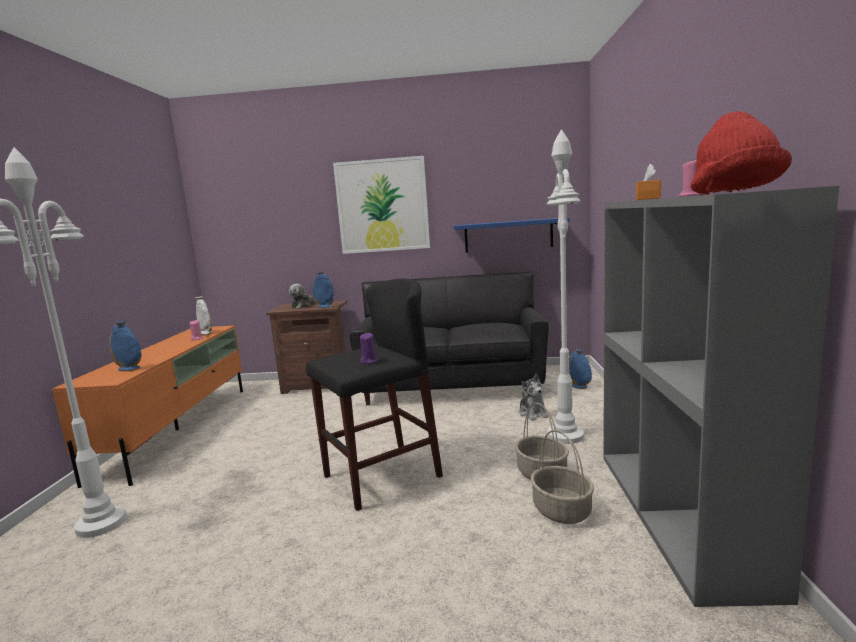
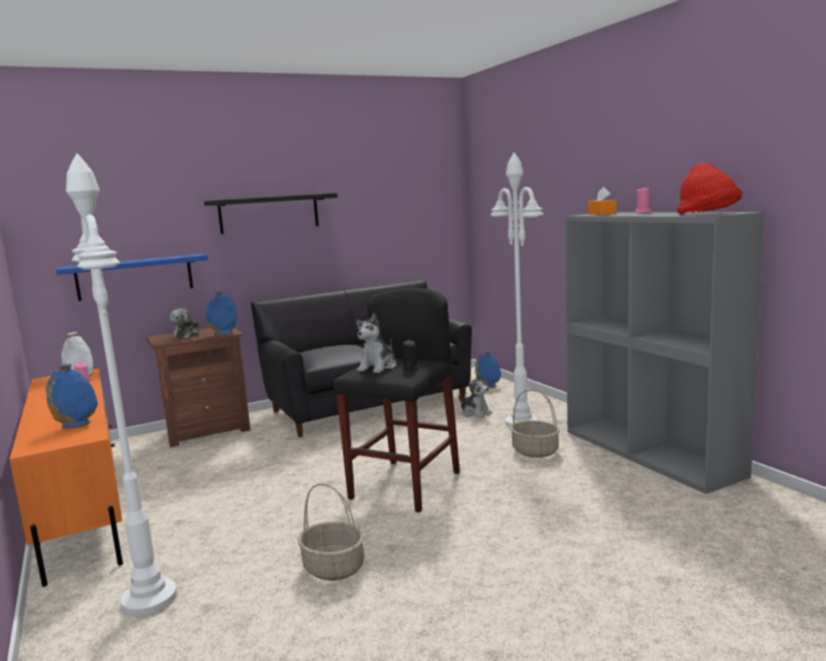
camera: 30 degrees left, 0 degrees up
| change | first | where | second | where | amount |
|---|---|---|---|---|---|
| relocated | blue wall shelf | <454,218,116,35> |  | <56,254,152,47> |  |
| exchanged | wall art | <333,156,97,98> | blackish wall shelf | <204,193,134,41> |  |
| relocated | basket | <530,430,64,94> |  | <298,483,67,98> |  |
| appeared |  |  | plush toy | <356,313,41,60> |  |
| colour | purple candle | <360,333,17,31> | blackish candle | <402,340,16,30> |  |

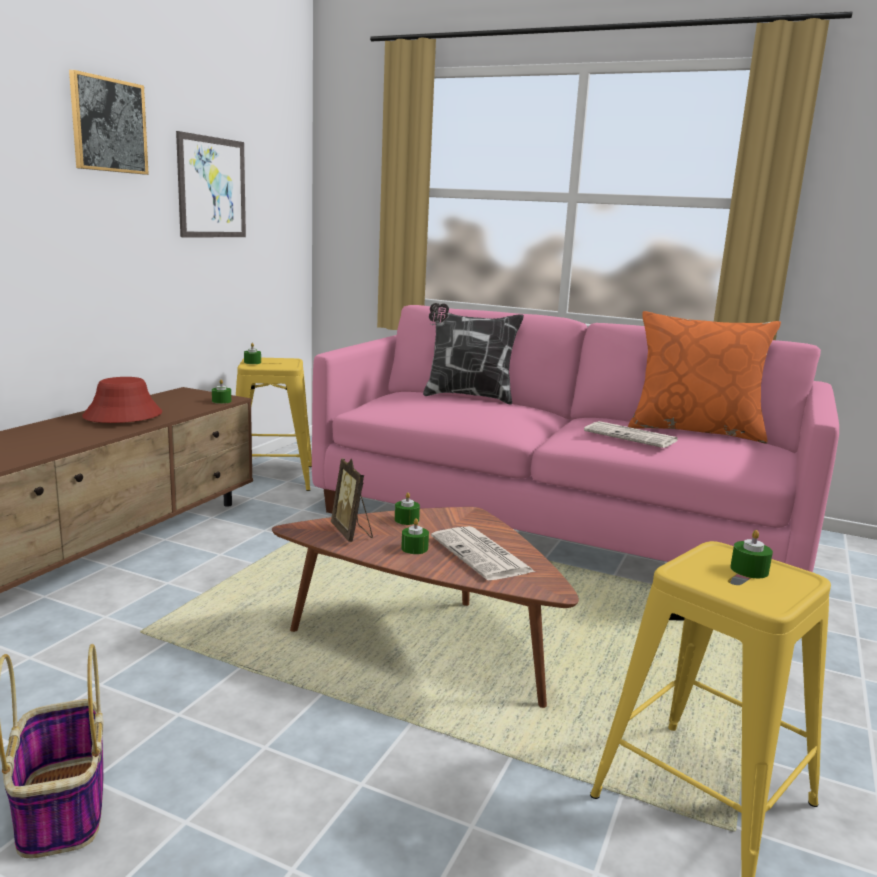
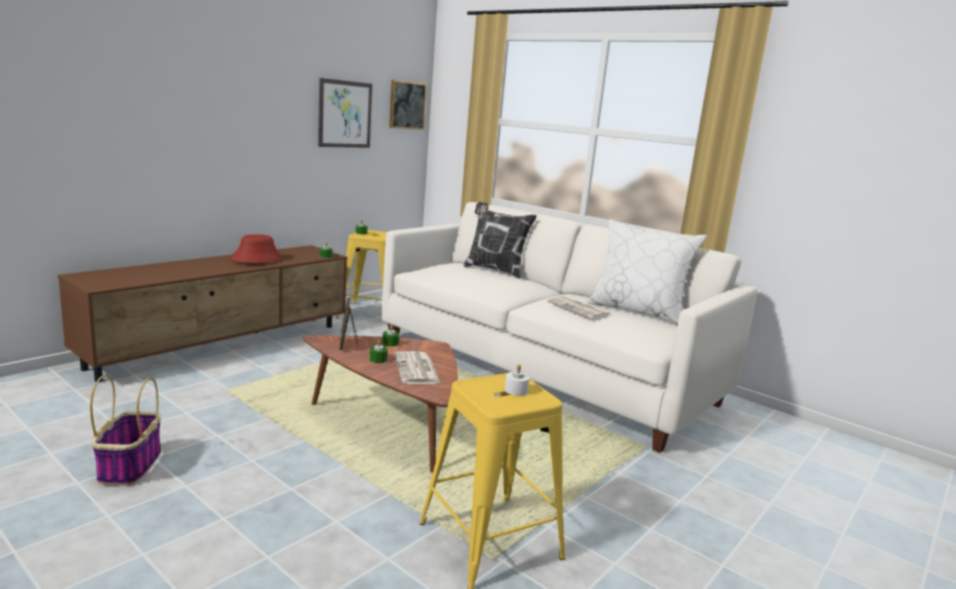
camera: 15 degrees right, 0 degrees up
| change | first | where | second | where | amount |
|---|---|---|---|---|---|
| colour | pink-coloured couch | <312,305,527,274> | white couch | <381,202,376,251> |  |
| relocated | wall art | <69,70,80,105> |  | <389,80,38,50> |  |
| colour | greenish candle | <730,530,43,48> | white candle | <505,364,25,32> |  |
| colour | orangey pillow | <628,311,153,132> | white pillow | <587,219,120,105> |  |

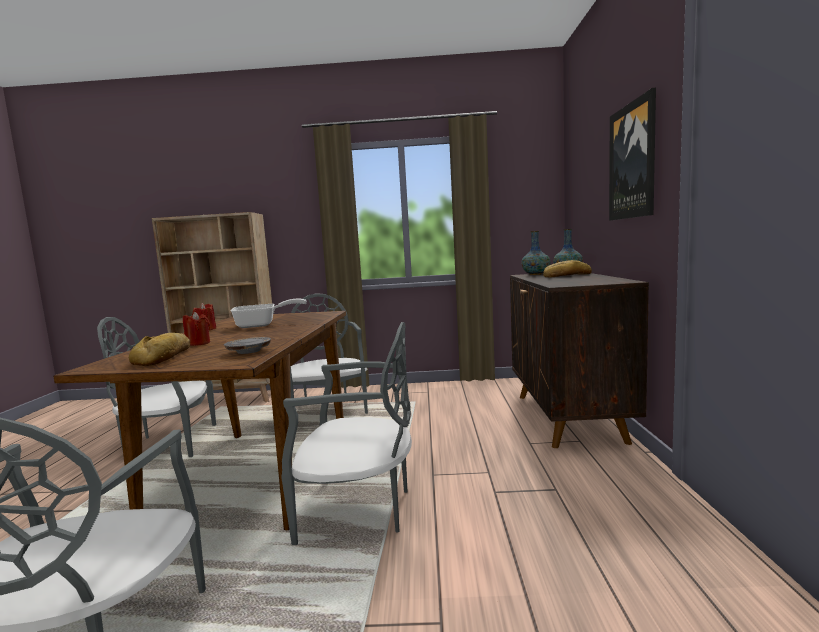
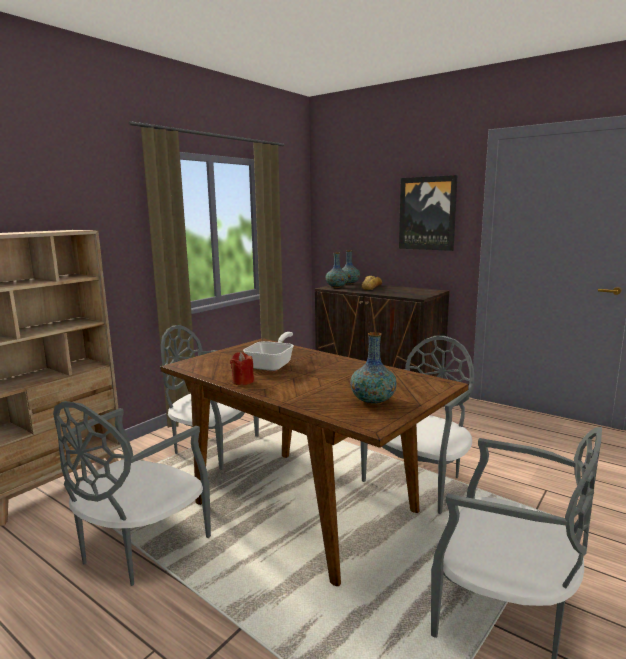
camera: 55 degrees left, 5 degrees up
| change | first | where | second | where | amount |
|---|---|---|---|---|---|
| exchanged | baked bread | <129,333,61,33> | flower vase | <350,332,46,73> |  |
| missing | reddish candle | <183,312,27,34> |  |  |  |
| missing | grey dinner plate | <224,337,47,17> |  |  |  |

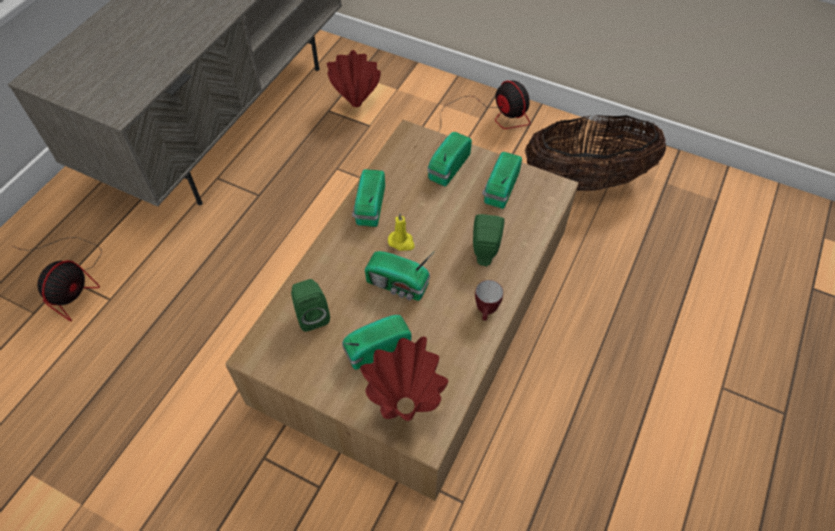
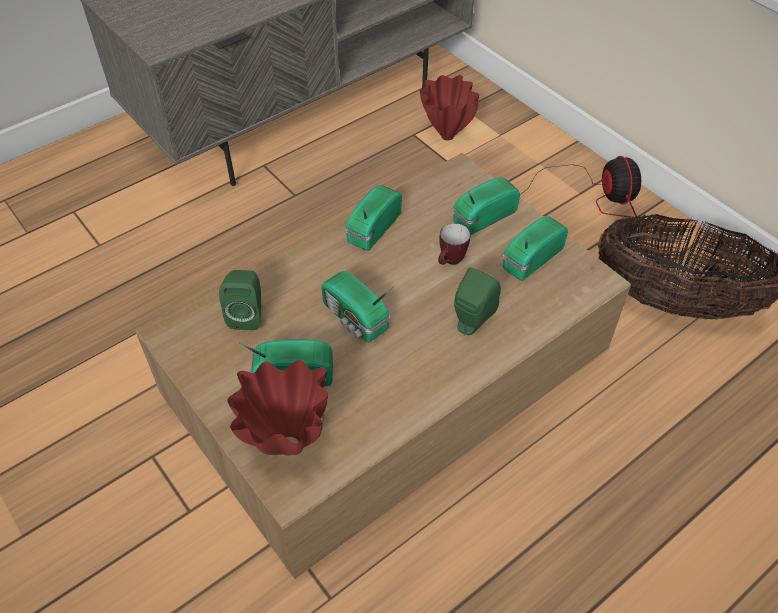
camera: 25 degrees right, 5 degrees down
| change | first | where | second | where | amount |
|---|---|---|---|---|---|
| relocated | tea mug | <475,280,28,41> |  | <438,223,32,42> |  |
| missing | electric fan | <13,237,89,84> |  |  |  |
| missing | yellow candle | <388,213,27,38> |  |  |  |

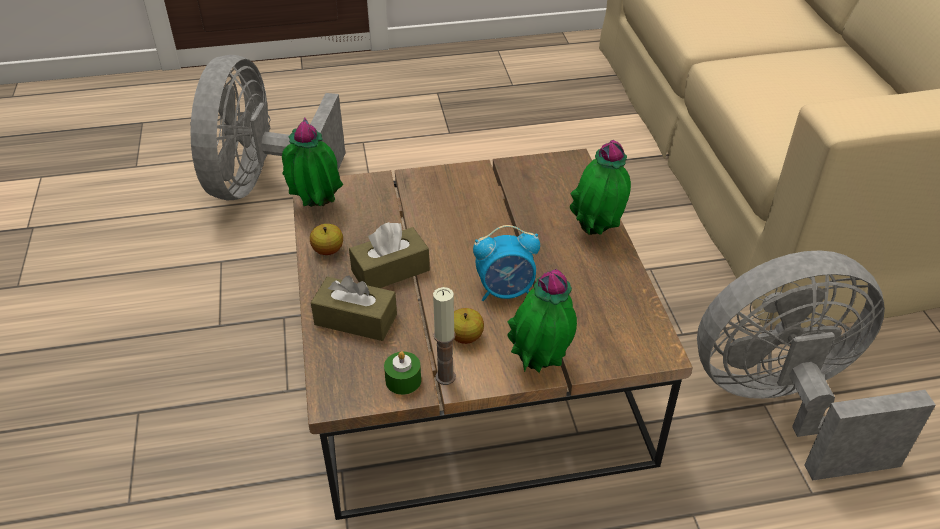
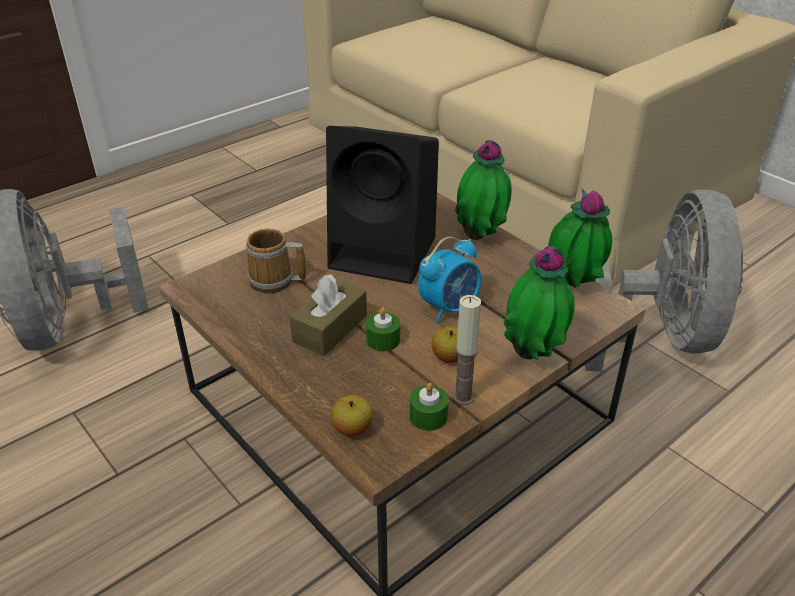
camera: 30 degrees left, 5 degrees down
| change | first | where | second | where | amount |
|---|---|---|---|---|---|
| appeared |  |  | tea mug | <246,228,60,65> |  |
| appeared |  |  | blackish loudspeaker | <326,126,113,158> |  |
| relocated | whole apple | <310,224,33,31> |  | <331,395,42,41> |  |
| appeared |  |  | greenish candle | <366,307,34,44> |  |
| relocated | houseplant | <282,117,61,90> |  | <549,189,63,99> |  |
| spun | grey electric fan | <697,250,239,231> |  | <585,189,158,183> | 135 degrees clockwise |
| missing | brownish tissue holder | <311,275,86,66> |  |  |  |

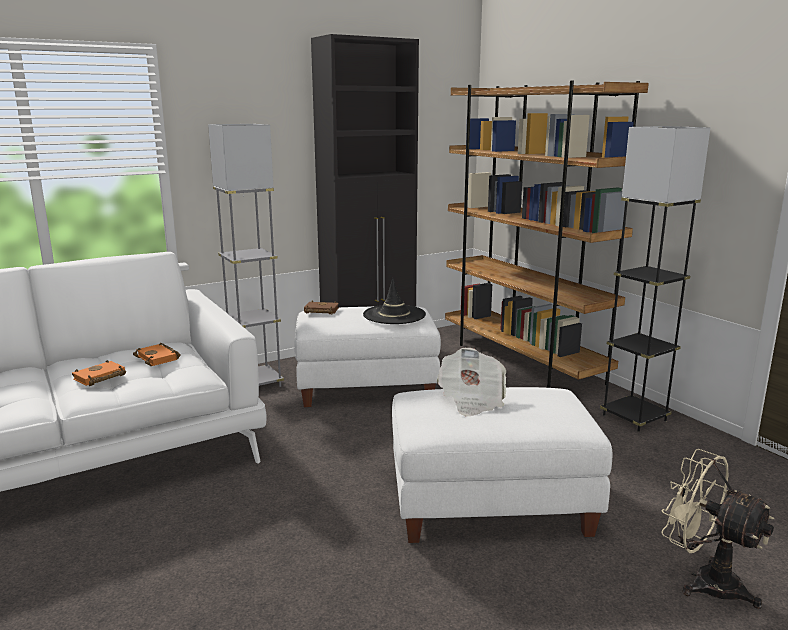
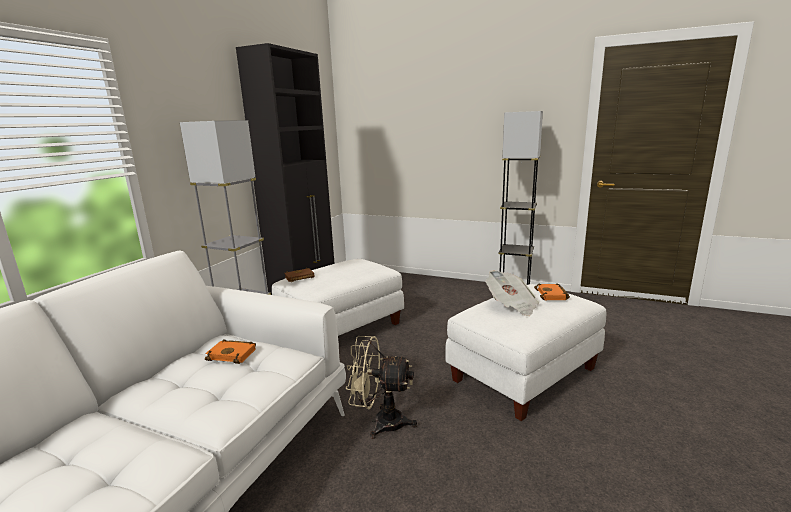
camera: 35 degrees left, 0 degrees up
| change | first | where | second | where | amount |
|---|---|---|---|---|---|
| relocated | sand-coloured electric fan | <661,449,113,160> |  | <346,336,71,103> |  |
| relocated | orangey volume | <72,360,54,26> |  | <534,283,36,17> |  |
| missing | blackish clothing hat | <363,278,63,46> |  |  |  |
| missing | brownish bookcase | <445,81,204,307> |  |  |  |

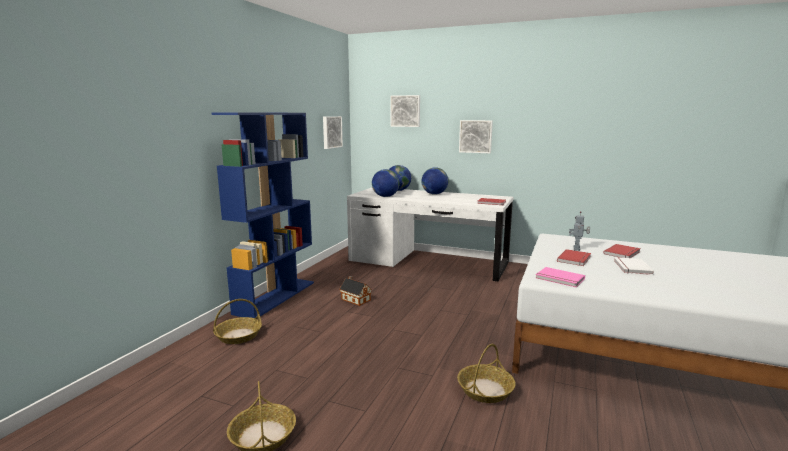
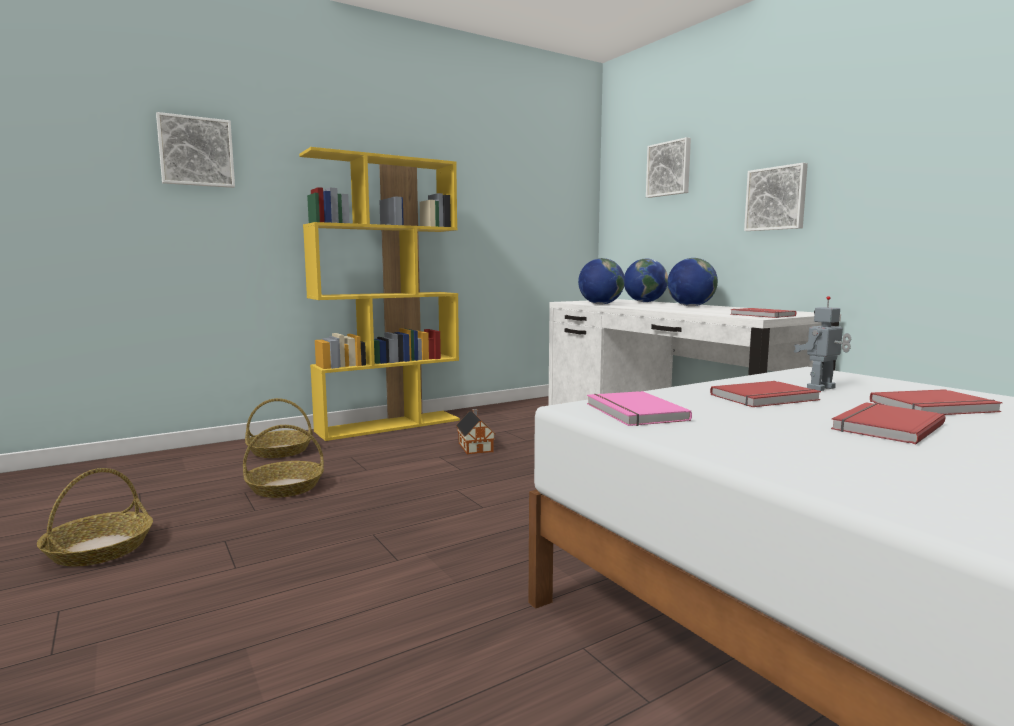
camera: 35 degrees right, 5 degrees down
| change | first | where | second | where | amount |
|---|---|---|---|---|---|
| relocated | wall art | <323,116,20,33> |  | <156,112,79,76> |  |
| relocated | basket | <457,344,59,59> |  | <243,425,81,73> |  |
| colour | blue bookcase | <212,113,102,205> | yellow bookcase | <299,147,161,294> |  |
| colour | white volume | <614,257,40,18> | reddish volume | <831,402,114,42> |  |

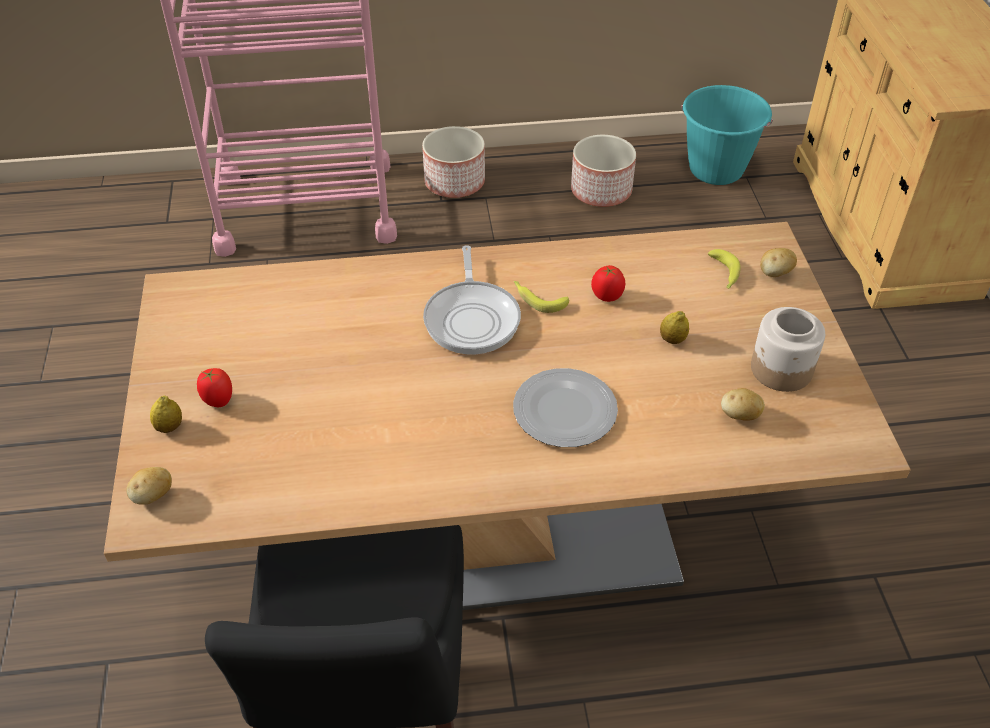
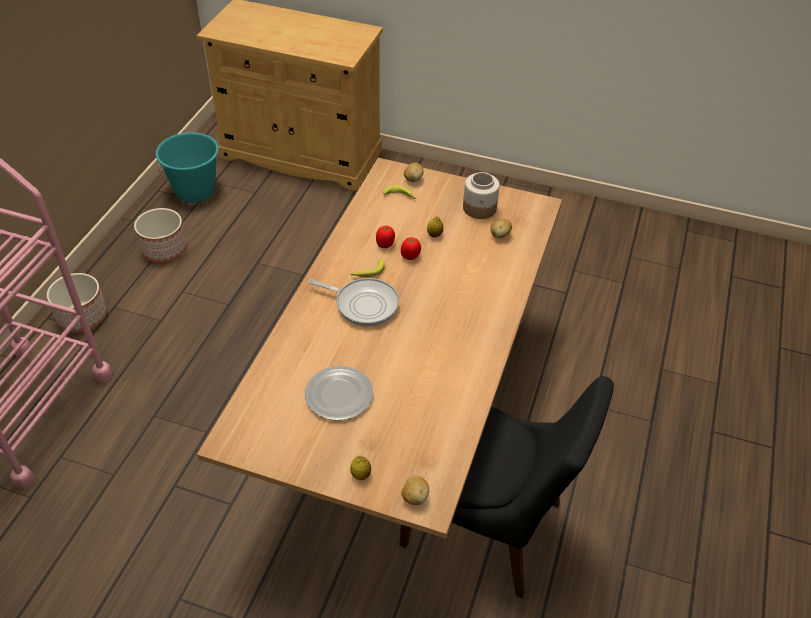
camera: 65 degrees left, 0 degrees up
| change | first | where | second | where | amount |
|---|---|---|---|---|---|
| relocated | dinner plate | <513,368,105,79> |  | <305,366,68,54> |  |
| relocated | whole tomato | <197,368,35,39> |  | <401,237,20,23> |  |

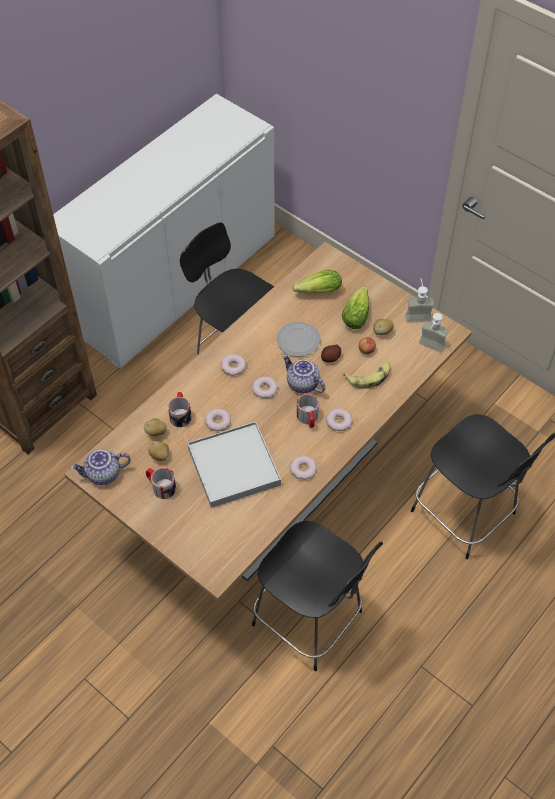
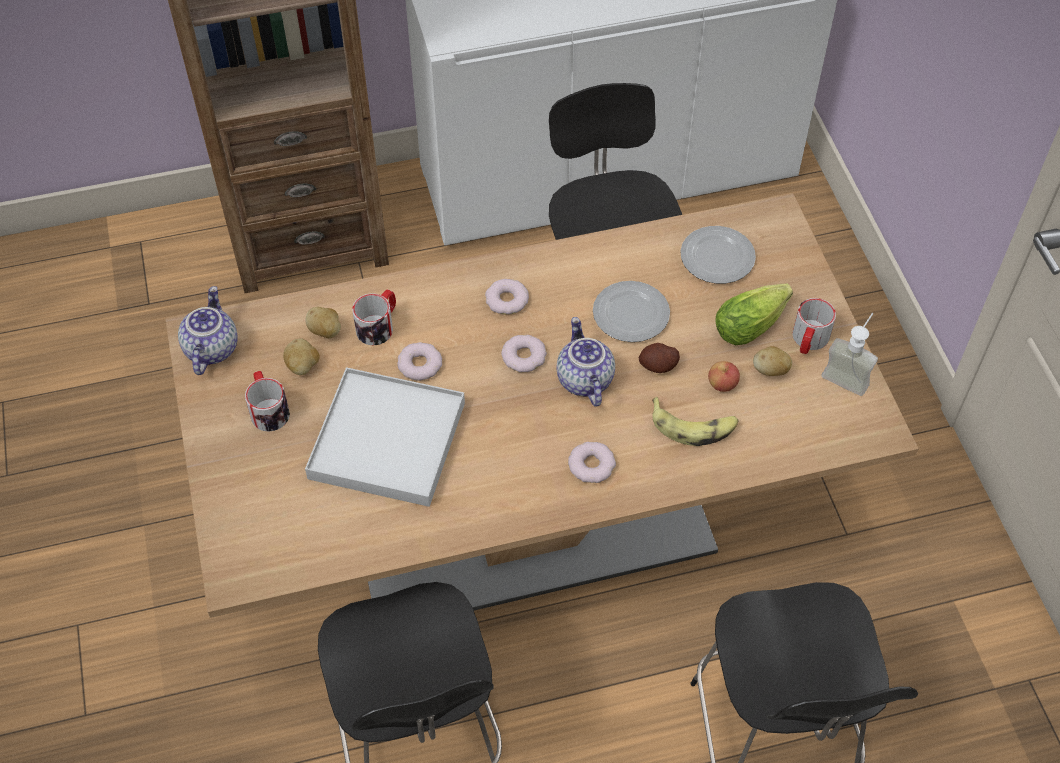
camera: 35 degrees right, 0 degrees up
| change | first | where | second | where | amount |
|---|---|---|---|---|---|
| spun | tea pot | <71,449,60,36> |  | <178,286,59,89> | 75 degrees clockwise |
| exchanged | lettuce head | <292,270,50,24> | dinner plate | <680,226,76,58> |  |
| relocated | tea mug | <297,394,22,34> |  | <792,298,44,56> |  |
| missing | donut | <290,455,27,25> |  |  |  |
| missing | soap dispenser | <419,313,30,40> |  |  |  |

